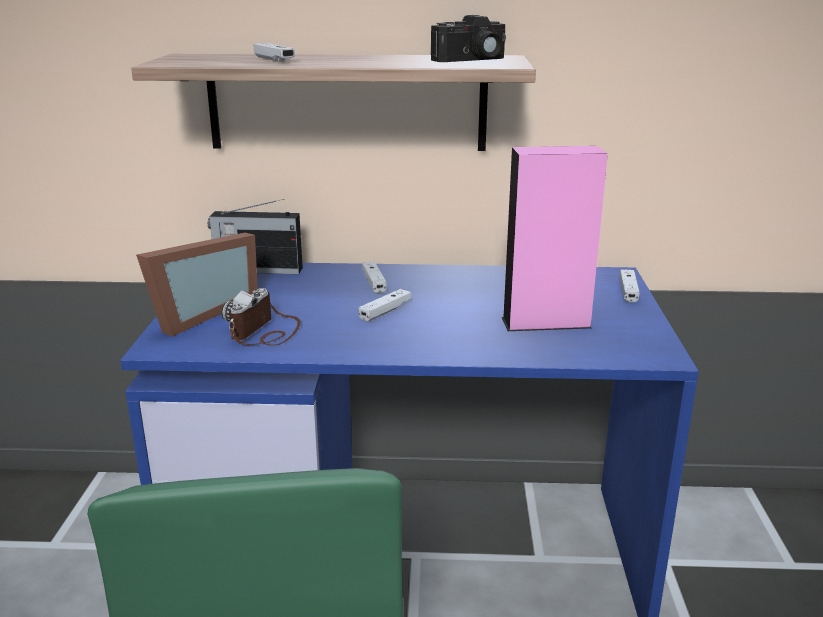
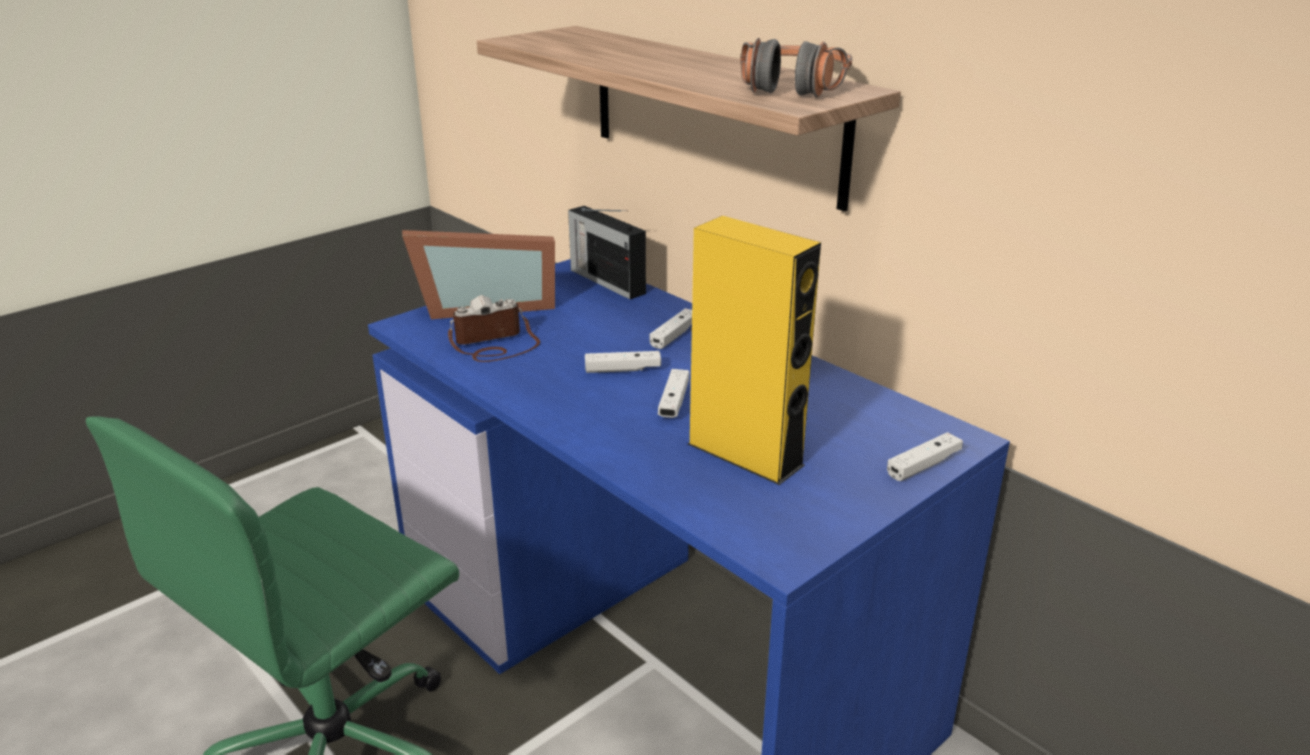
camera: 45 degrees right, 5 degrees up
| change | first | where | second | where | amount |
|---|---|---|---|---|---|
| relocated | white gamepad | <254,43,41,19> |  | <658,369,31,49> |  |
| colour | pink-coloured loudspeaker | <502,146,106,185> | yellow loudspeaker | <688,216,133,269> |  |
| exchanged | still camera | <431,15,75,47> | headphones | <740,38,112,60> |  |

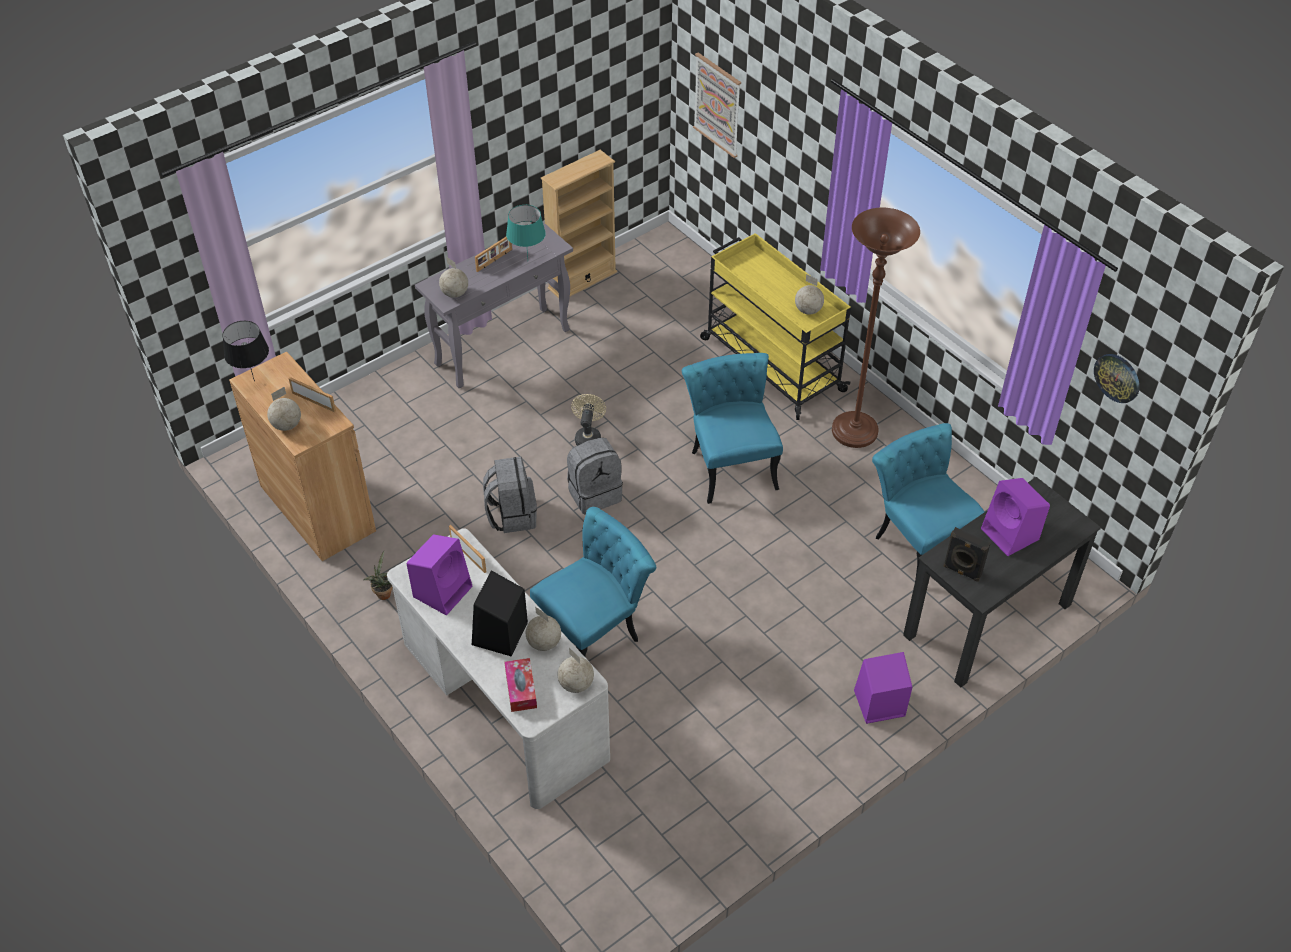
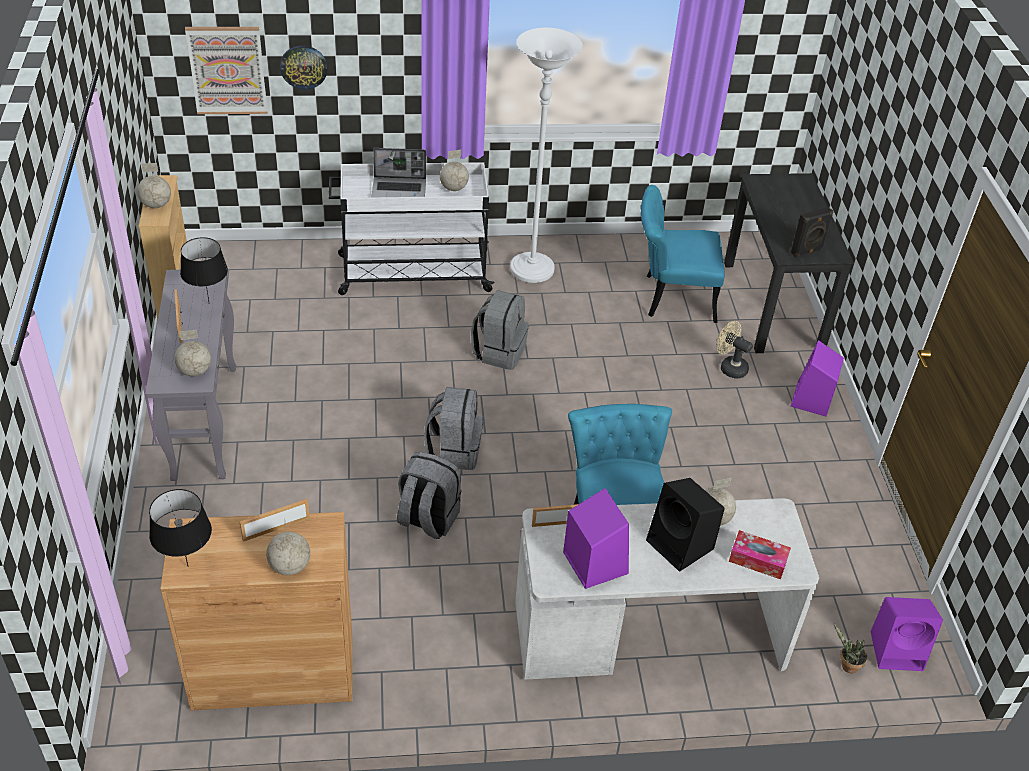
camera: 60 degrees left, 5 degrees down
| change | first | where | second | where | amount |
|---|---|---|---|---|---|
| relocated | globe | <557,648,37,45> |  | <137,163,34,45> |  |
| colour | blue-green tabletop lamp | <506,205,40,53> | blackish tabletop lamp | <180,237,48,67> |  |
| relocated | hanging clock | <1094,354,46,49> |  | <280,46,47,43> |  |
| colour | yellow trolley | <700,233,151,187> | white trolley | <329,162,166,133> |  |
| appeared |  |  | laptop | <371,148,55,49> |  |
| exchanged | blue-green plain chair | <682,353,101,151> | grey knapsack | <471,290,58,80> |  |
| colour | brownish standard lamp | <832,208,88,240> | white standard lamp | <510,28,73,255> |  |
| relocated | sand-coloured electric fan | <571,394,35,52> |  | <716,321,37,58> |  |
| relocated | houseplant | <364,551,29,49> |  | <834,624,33,49> |  |
| relocated | purple loudspeaker | <981,478,69,78> |  | <870,597,73,74> |  |

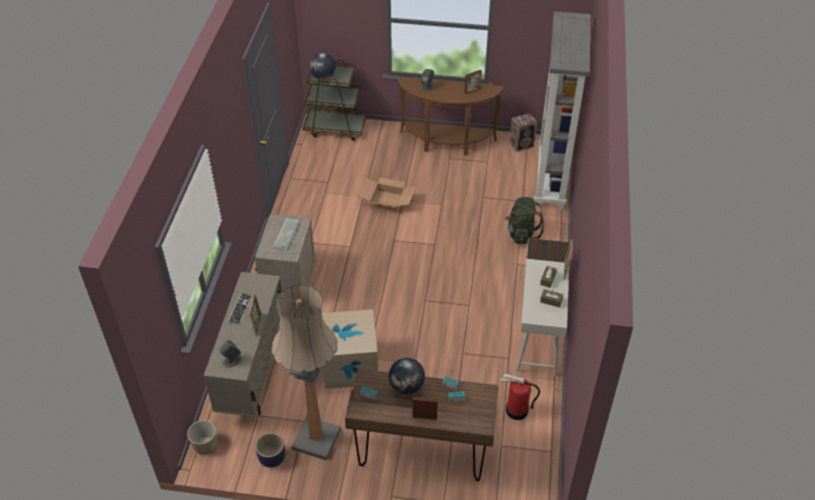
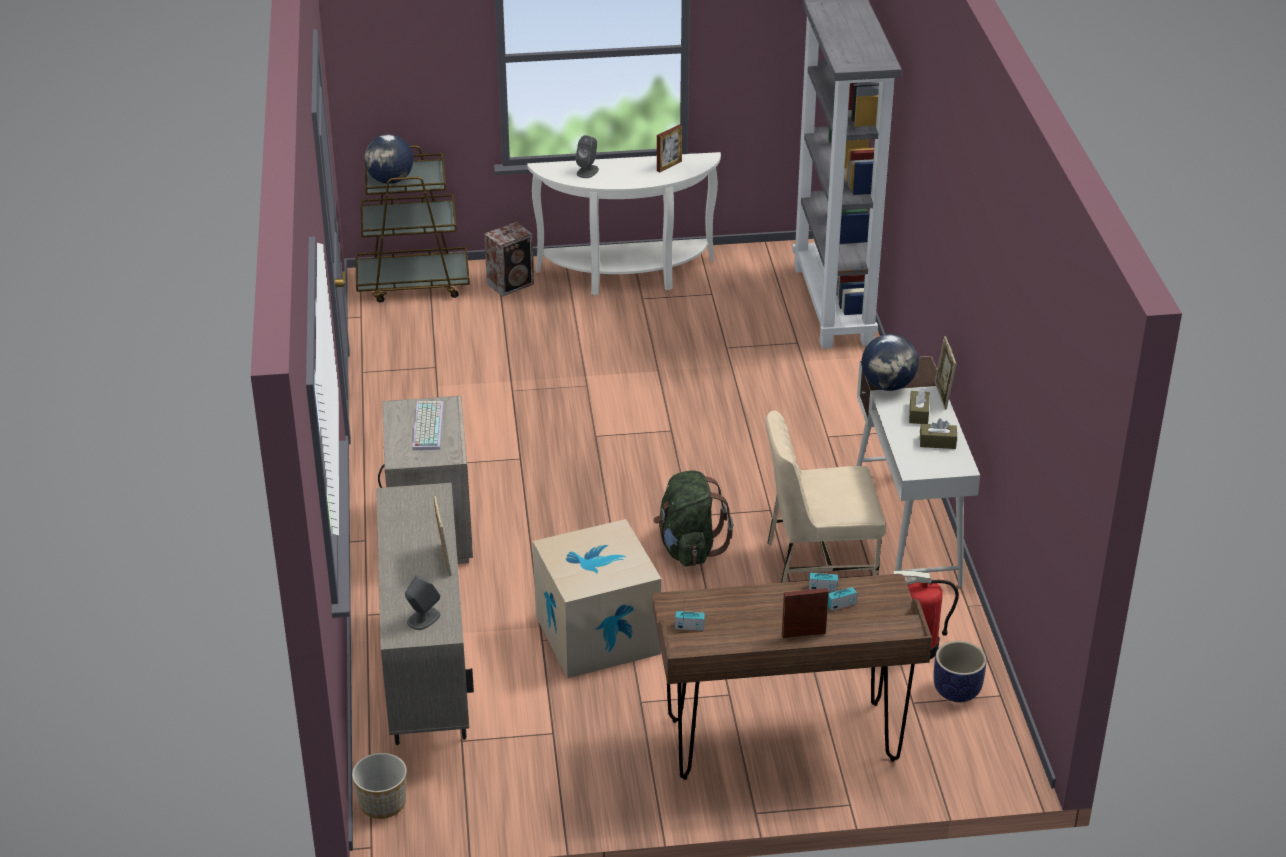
camera: 15 degrees left, 10 degrees down
| change | first | where | second | where | amount |
|---|---|---|---|---|---|
| relocated | loudspeaker | <509,113,28,39> |  | <484,222,50,74> |  |
| colour | brownish console table | <398,77,106,78> | white console table | <527,152,194,143> |  |
| relocated | greenish knapsack | <505,197,39,47> |  | <653,470,80,97> |  |
| appeared |  |  | sand-coloured plain chair | <766,411,120,172> |  |
| relocated | globe | <389,358,36,36> |  | <861,334,57,57> |  |
| relocated | planter | <255,433,30,35> |  | <934,641,52,61> |  |
| missing | PC keyboard | <228,293,24,32> |  |  |  |
| missing | standard lamp | <272,284,69,176> |  |  |  |
| missing | cardboard box | <358,177,58,36> |  |  |  |

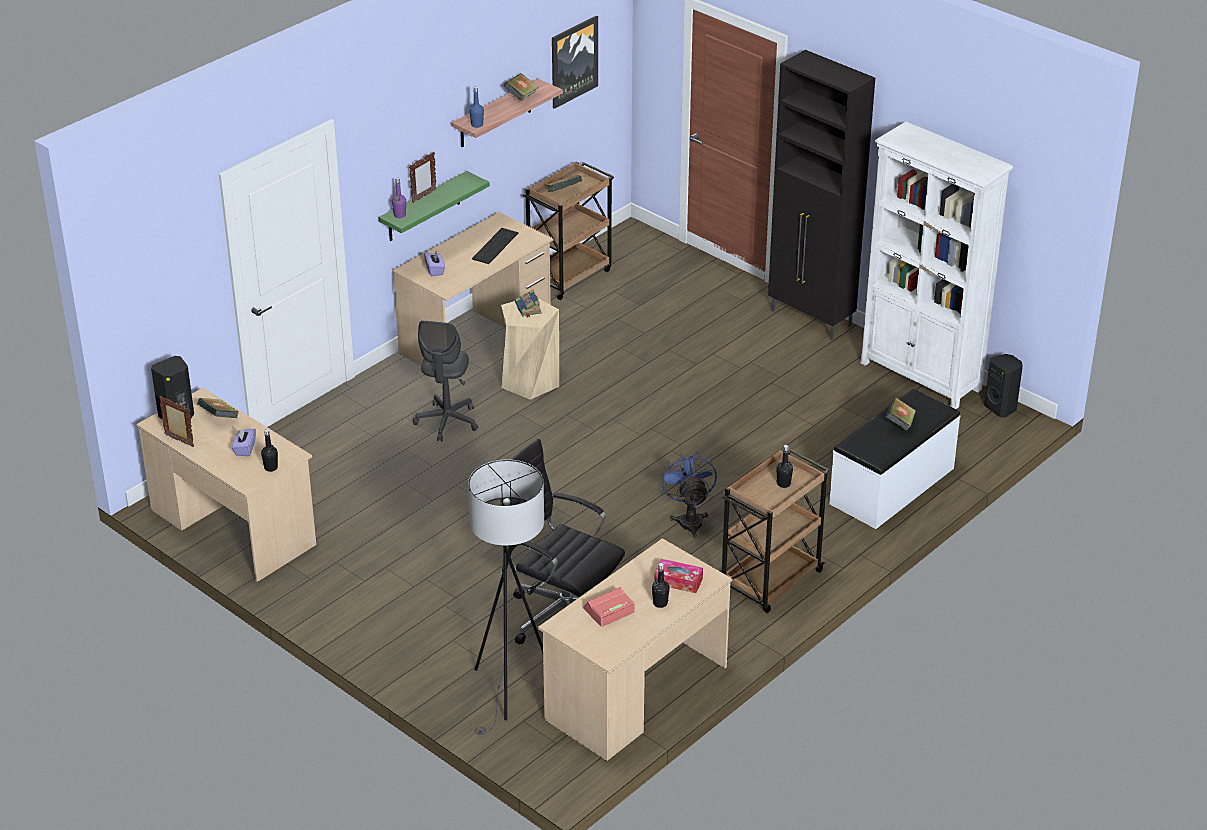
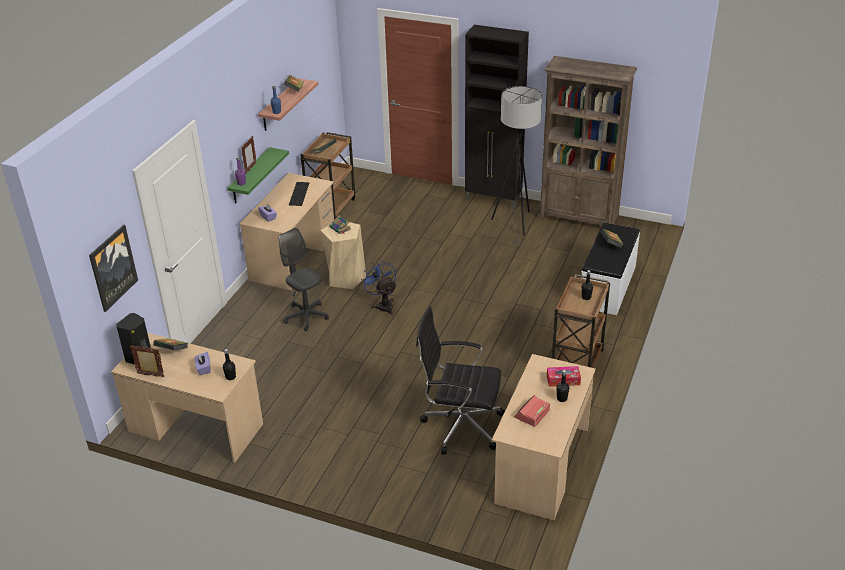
camera: 20 degrees left, 0 degrees up
| change | first | where | second | where | amount |
|---|---|---|---|---|---|
| relocated | wall art | <552,16,46,93> |  | <89,225,49,87> |  |
| spun | grey desk chair | <413,321,65,120> |  | <279,228,50,103> | 150 degrees clockwise |
| relocated | blue electric fan | <661,451,56,87> |  | <361,261,36,54> |  |
| relocated | grey standard lamp | <468,459,76,276> |  | <491,86,51,158> |  |
| colour | white bookcase | <860,122,153,287> | brownish bookcase | <539,56,98,169> |  |
| missing | blackish loudspeaker | <984,354,39,63> |  |  |  |

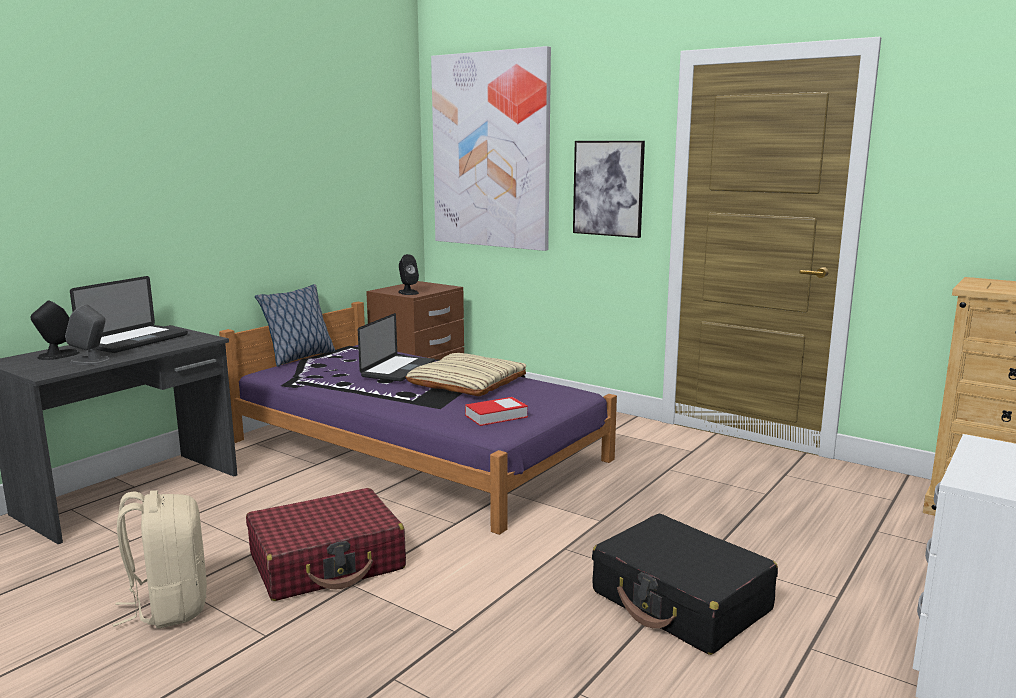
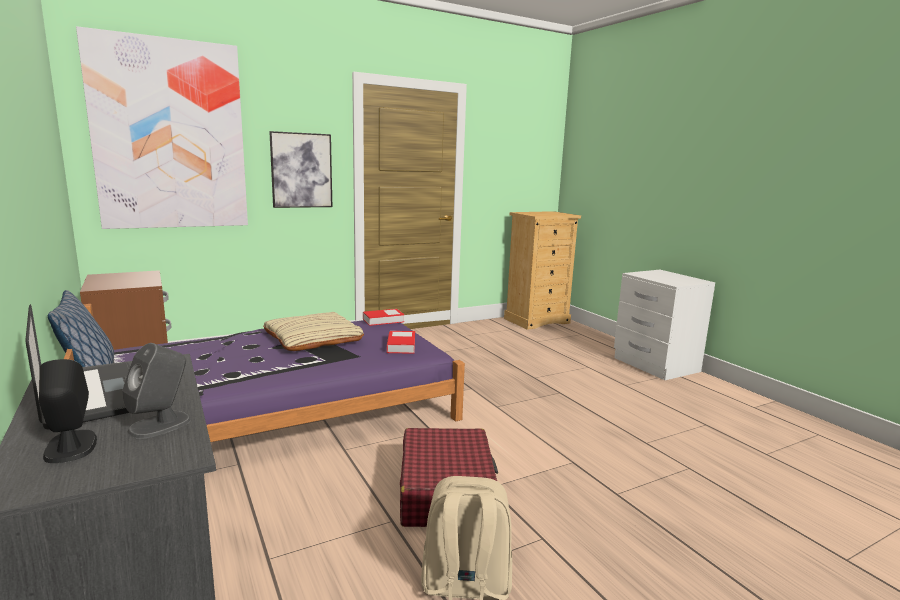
camera: 65 degrees left, 0 degrees up
| change | first | where | second | where | amount |
|---|---|---|---|---|---|
| appeared |  |  | volume | <363,309,41,17> |  |
| missing | laptop | <358,313,77,68> |  |  |  |
| missing | blackish loudspeaker | <398,254,21,41> |  |  |  |
| missing | blackish suitcase | <592,514,186,141> |  |  |  |

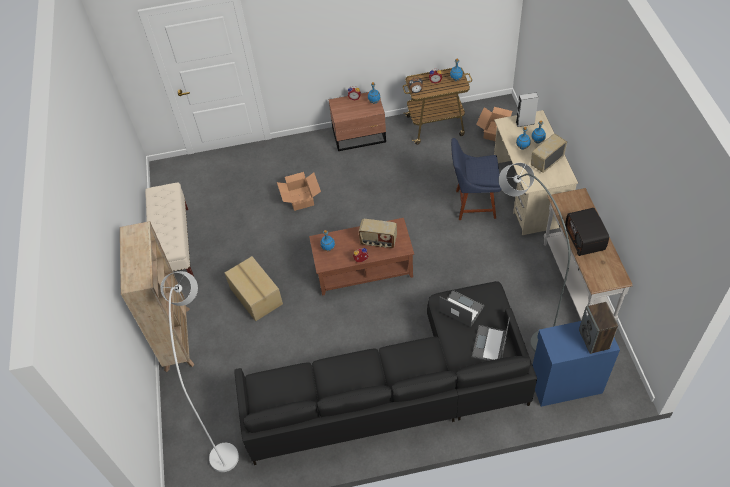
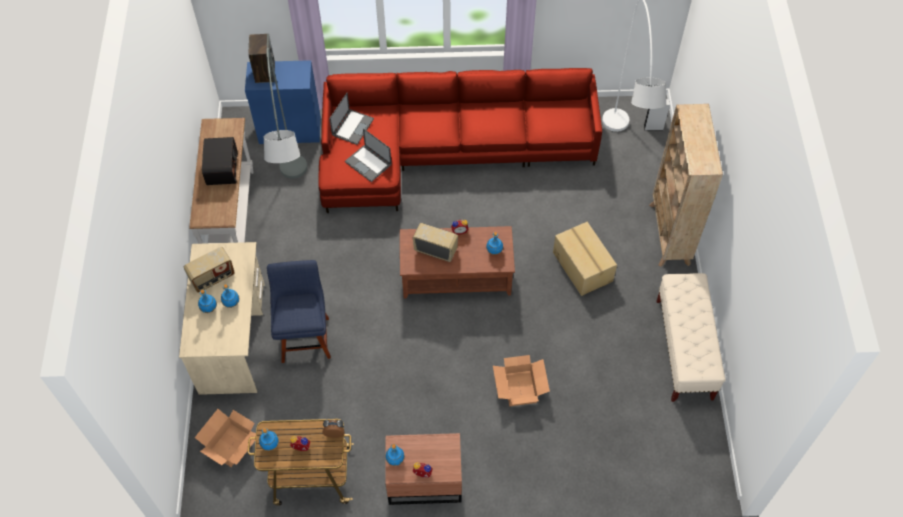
camera: 175 degrees left, 5 degrees up
| change | first | where | second | where | amount |
|---|---|---|---|---|---|
| spun | blue plain chair | <451,138,50,82> |  | <267,260,64,103> | 105 degrees counterclockwise |
| colour | blackish couch | <234,281,303,184> | reddish couch | <318,68,284,145> |  |
| relocated | grey loudspeaker | <516,92,23,35> |  | <644,99,26,32> |  |

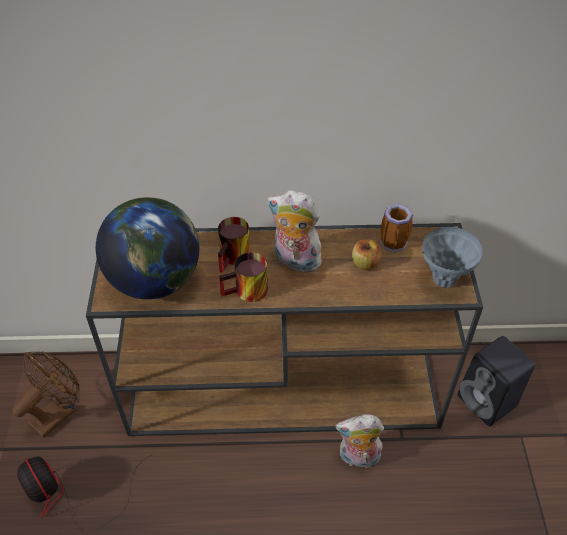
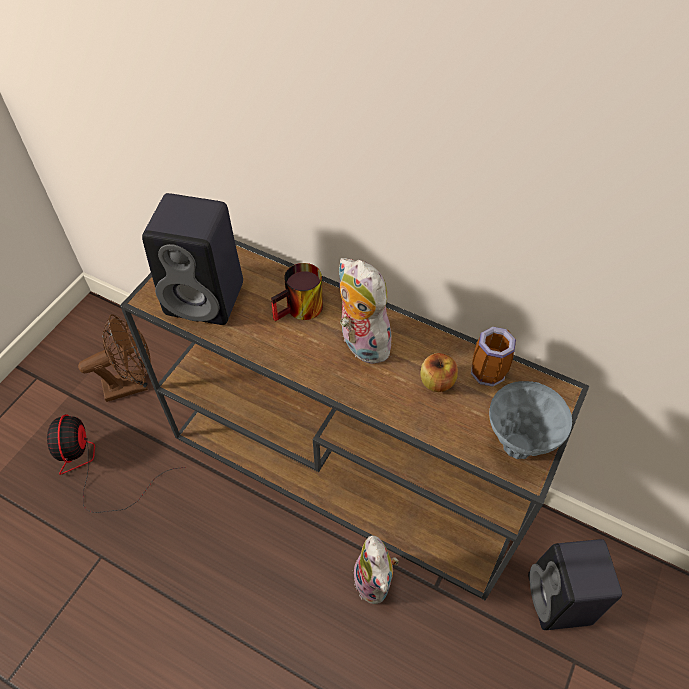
camera: 30 degrees right, 5 degrees up
| change | first | where | second | where | amount |
|---|---|---|---|---|---|
| exchanged | globe | <96,197,103,102> | blackish loudspeaker | <142,193,101,132> |  |
| spun | plush toy | <336,414,48,54> |  | <351,535,48,69> | 135 degrees counterclockwise |
| missing | tea mug | <219,252,49,50> |  |  |  |

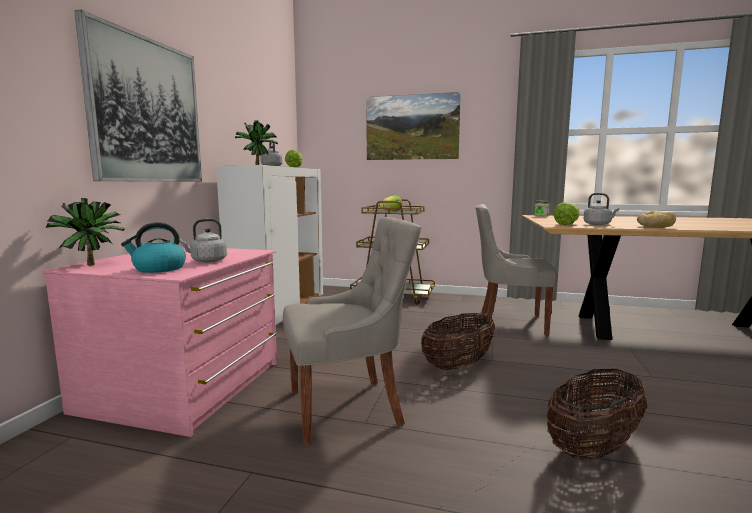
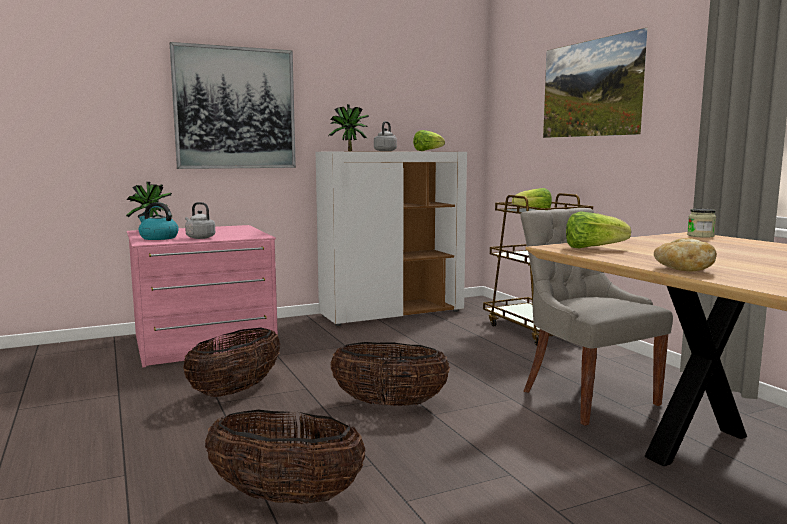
camera: 50 degrees right, 0 degrees up
| change | first | where | second | where | amount |
|---|---|---|---|---|---|
| exchanged | grey plain chair | <283,217,138,229> | basket | <183,328,97,69> |  |
| missing | grey kettle | <584,193,35,32> |  |  |  |

